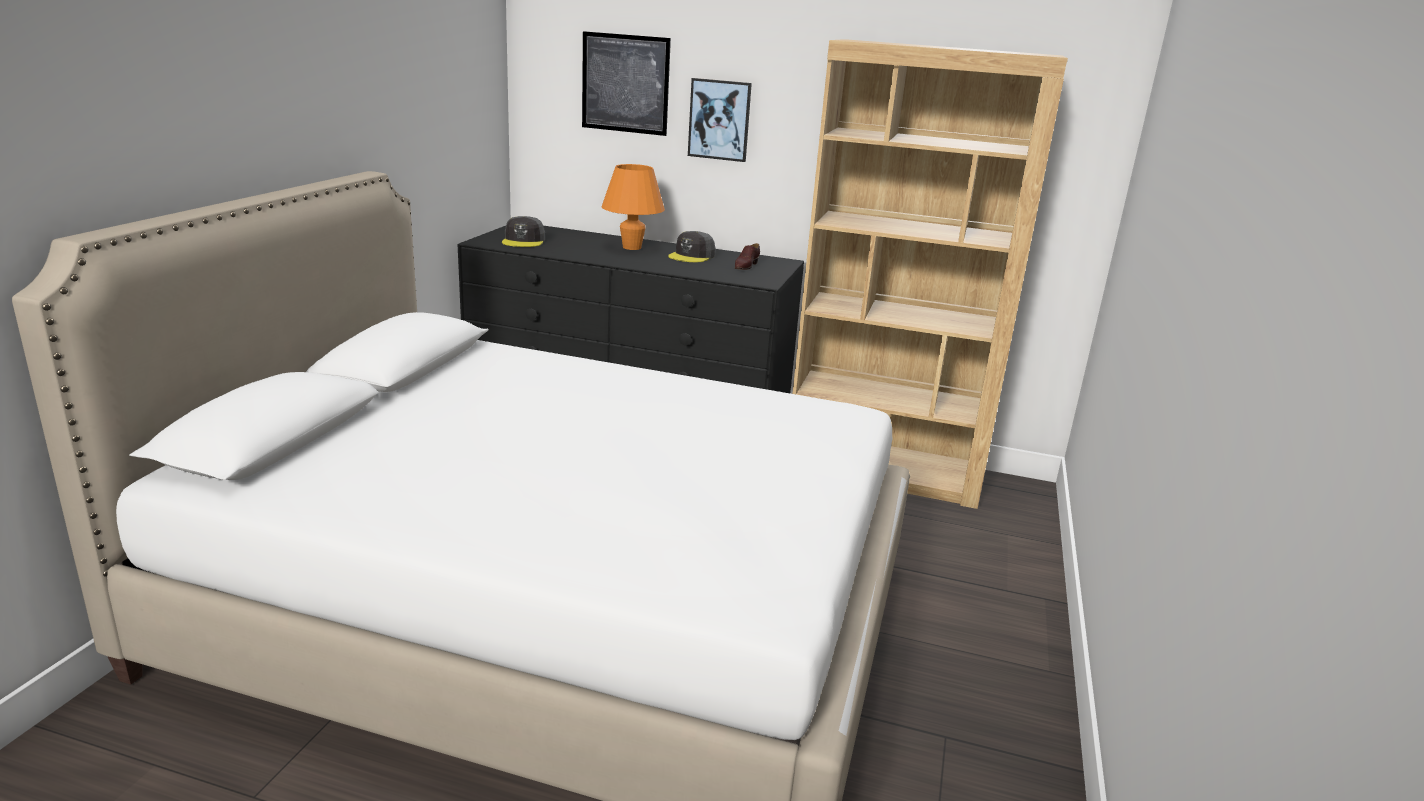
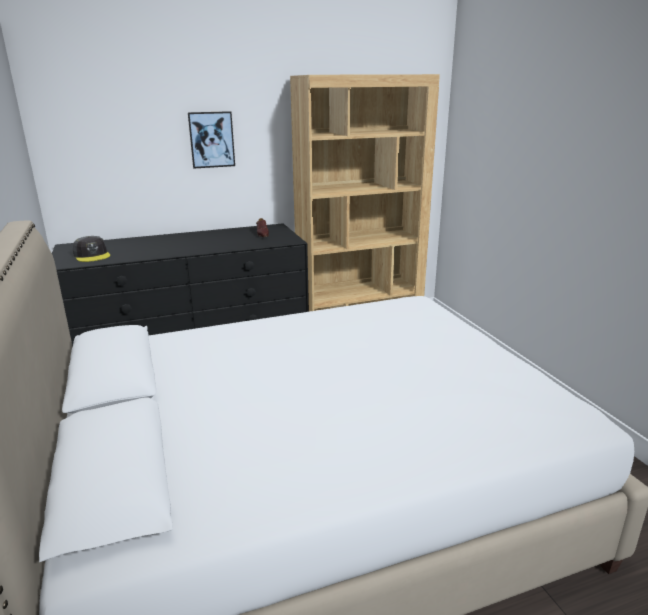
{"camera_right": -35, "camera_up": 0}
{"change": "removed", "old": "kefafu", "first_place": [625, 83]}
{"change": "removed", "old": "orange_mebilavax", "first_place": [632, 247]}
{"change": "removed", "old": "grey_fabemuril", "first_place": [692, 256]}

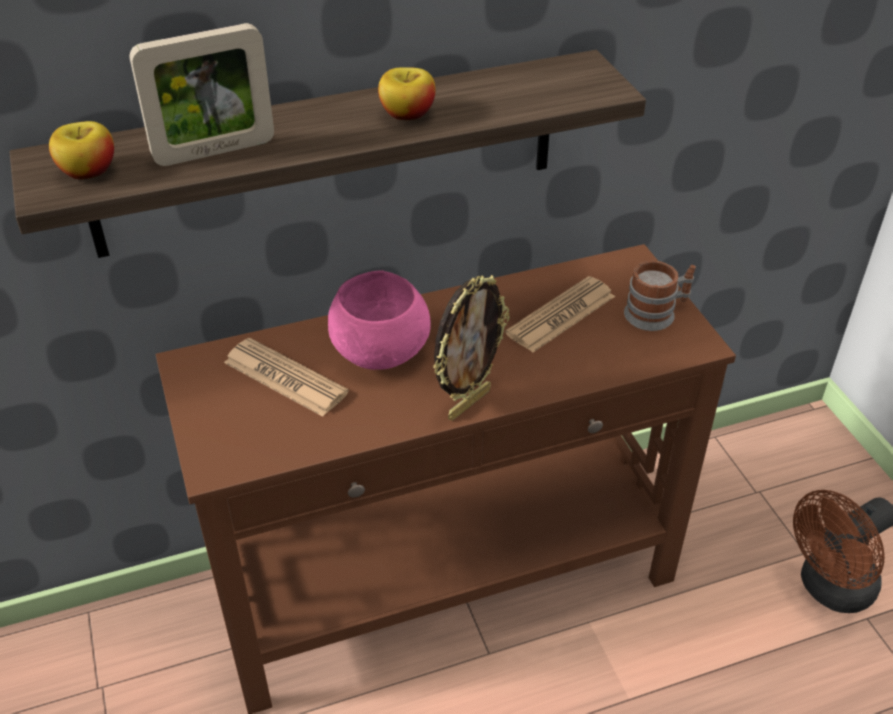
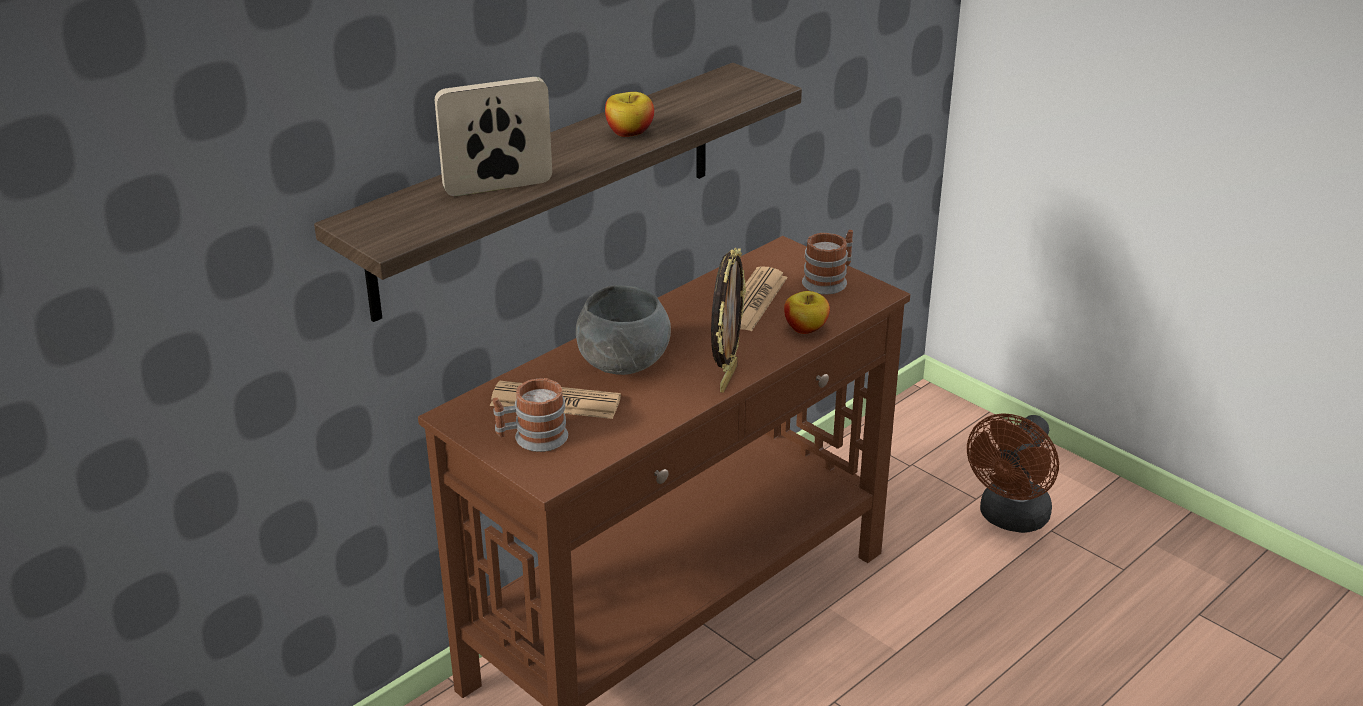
{"camera_right": -25, "camera_up": -10}
{"change": "moved", "old": "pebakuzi", "first_place": [88, 172], "second_place": [805, 328]}
{"change": "turned", "old": "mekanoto", "first_place": [214, 151], "second_place": [498, 187], "degrees": -150}
{"change": "recoloured", "old": "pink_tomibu", "new": "grey_tomibu", "first_place": [379, 352], "second_place": [622, 364]}
{"change": "added", "new": "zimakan", "second_place": [532, 438]}

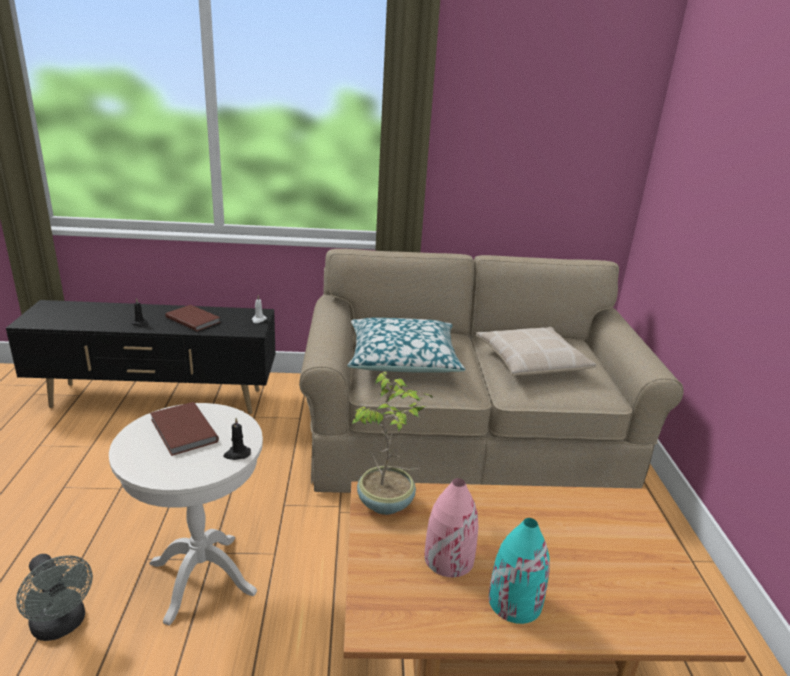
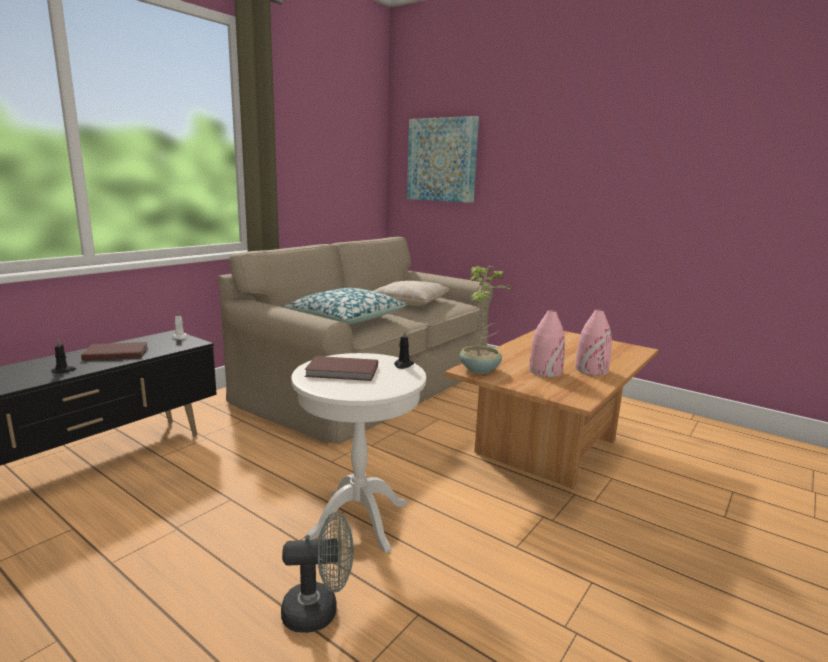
{"camera_right": -50, "camera_up": -10}
{"change": "recoloured", "old": "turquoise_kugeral", "new": "pink_kugeral", "first_place": [515, 601], "second_place": [591, 369]}
{"change": "added", "new": "kefafu", "second_place": [442, 160]}

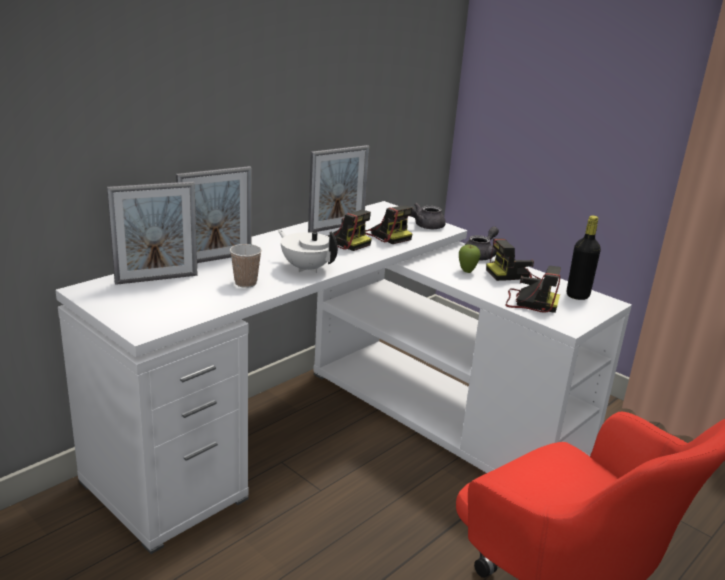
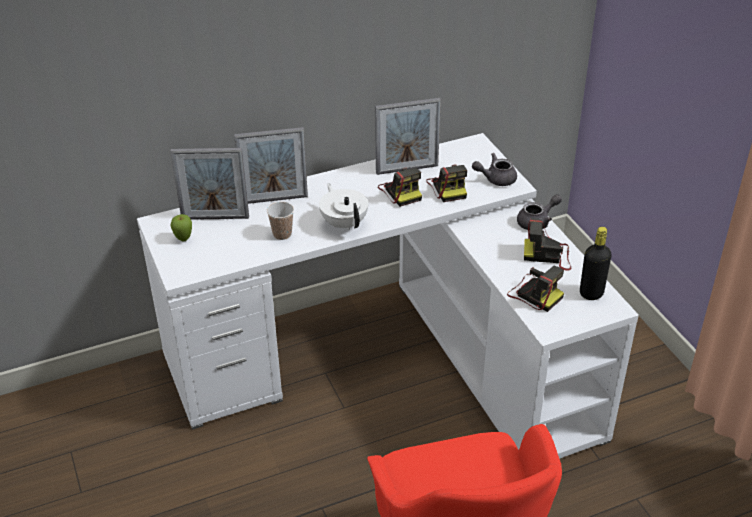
{"camera_right": 25, "camera_up": 15}
{"change": "moved", "old": "pebakuzi", "first_place": [467, 271], "second_place": [183, 239]}

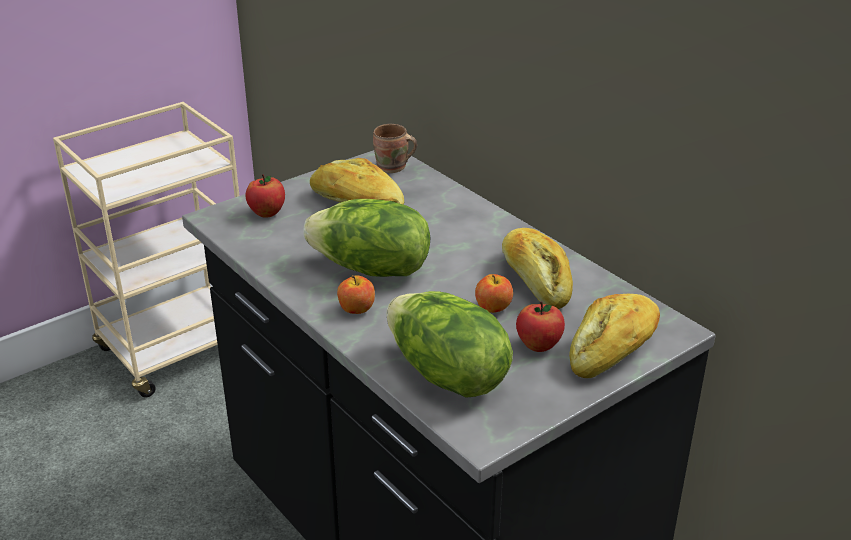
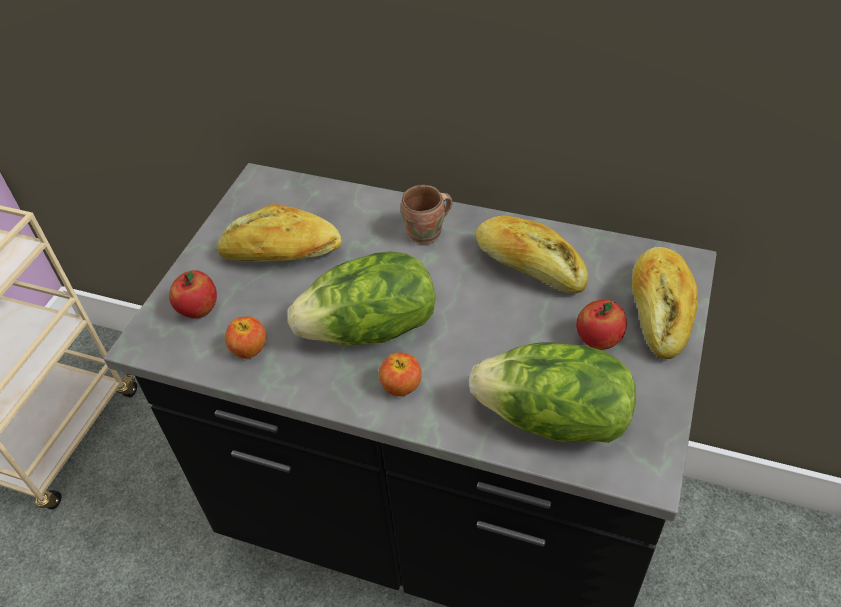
{"camera_right": -30, "camera_up": 15}
{"change": "moved", "old": "brown_zimakan", "first_place": [393, 168], "second_place": [427, 234]}
{"change": "moved", "old": "pebakuzi", "first_place": [493, 307], "second_place": [249, 349]}

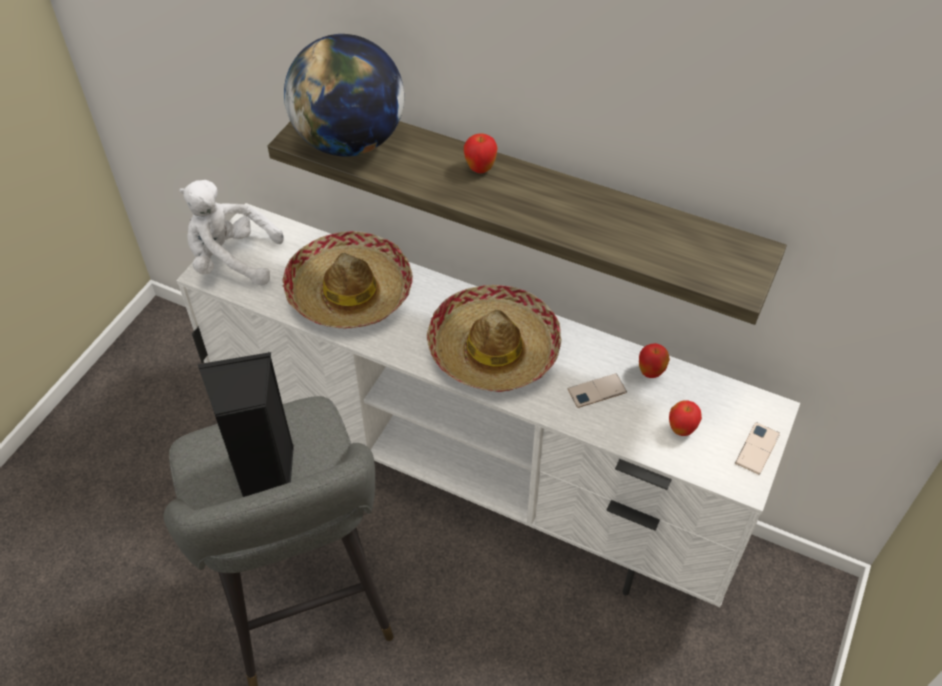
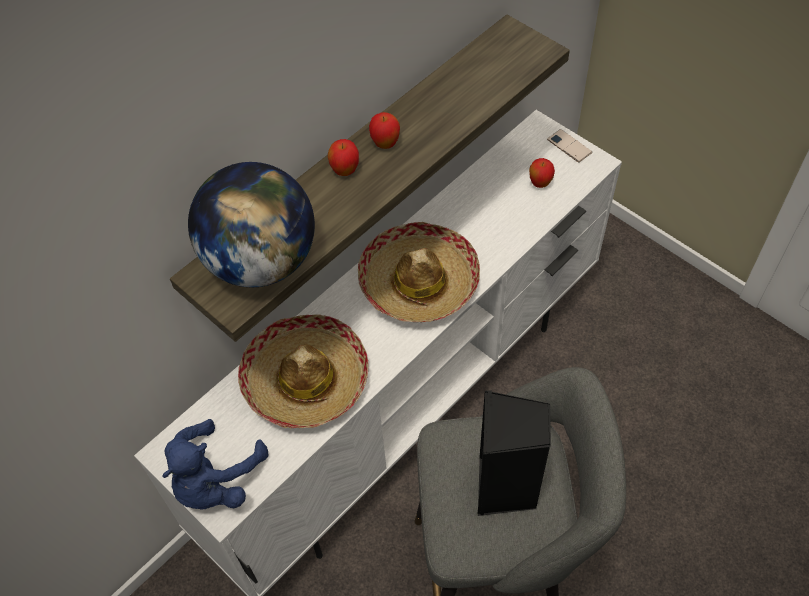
{"camera_right": -70, "camera_up": 5}
{"change": "recoloured", "old": "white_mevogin", "new": "blue_mevogin", "first_place": [231, 260], "second_place": [215, 481]}
{"change": "removed", "old": "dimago", "first_place": [597, 391]}
{"change": "moved", "old": "pebakuzi", "first_place": [650, 372], "second_place": [385, 144]}

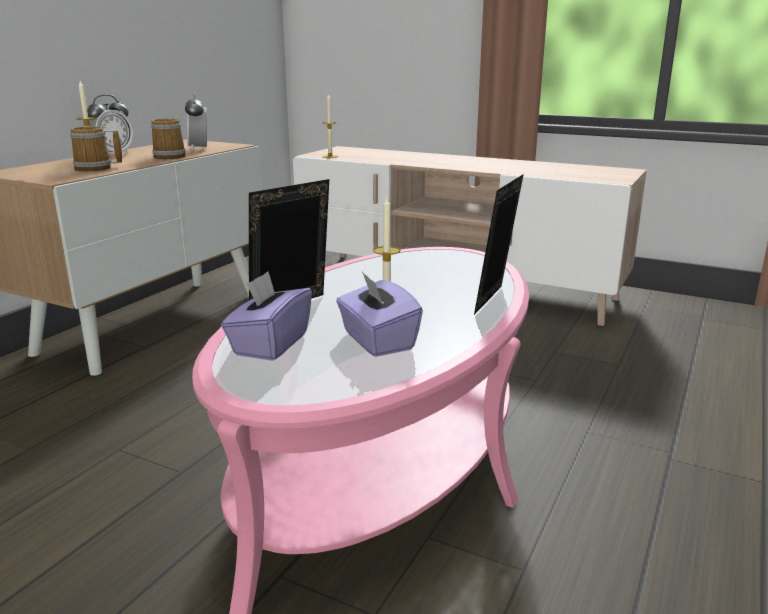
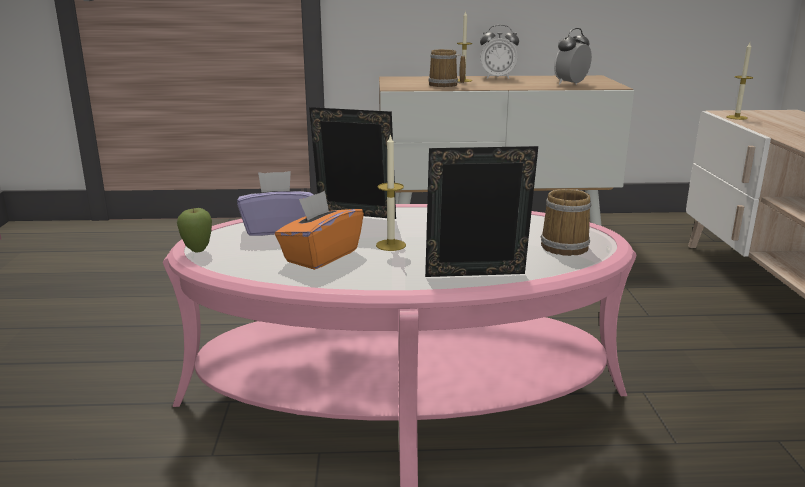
{"camera_right": 60, "camera_up": 0}
{"change": "moved", "old": "zimakan", "first_place": [169, 156], "second_place": [567, 245]}
{"change": "recoloured", "old": "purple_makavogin", "new": "orange_makavogin", "first_place": [377, 341], "second_place": [320, 256]}
{"change": "added", "new": "pebakuzi", "second_place": [197, 250]}

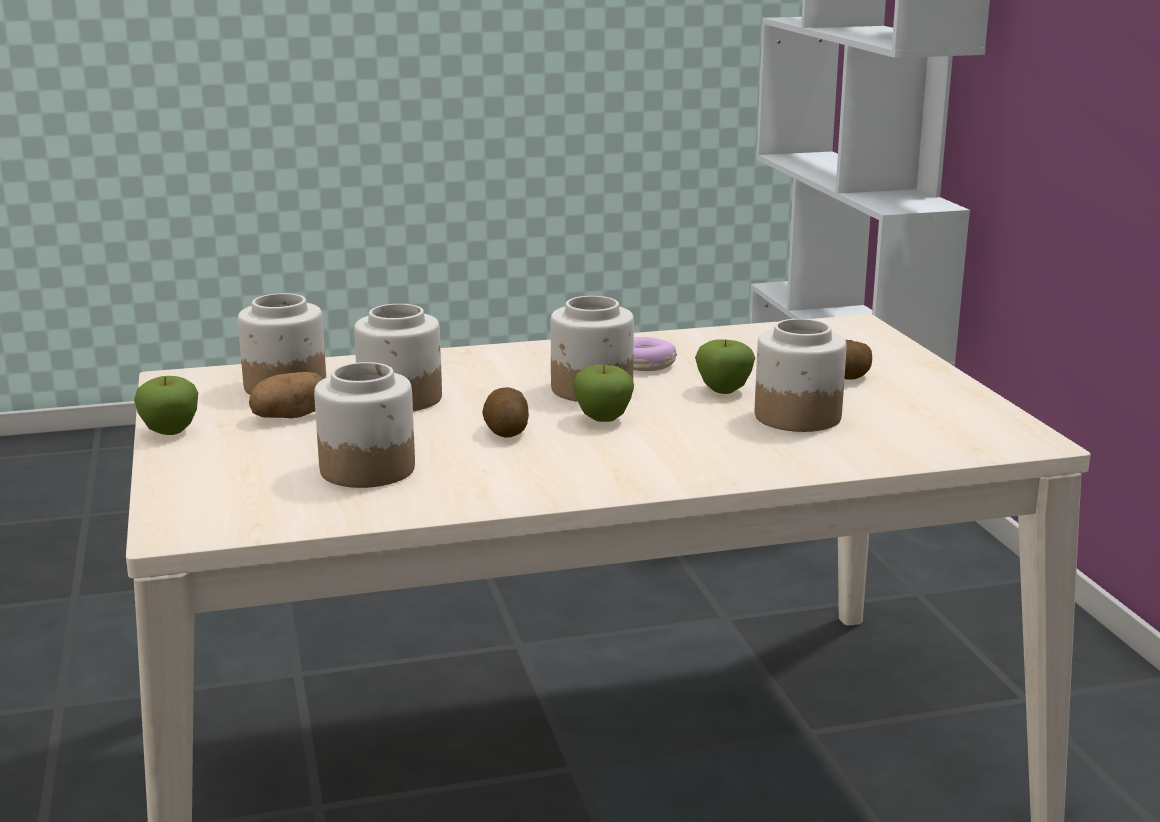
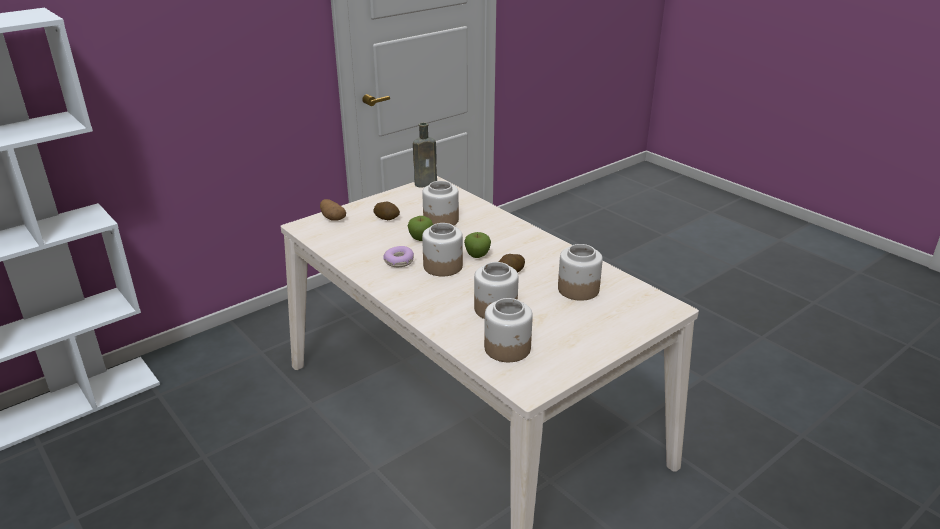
{"camera_right": -115, "camera_up": 10}
{"change": "removed", "old": "pebakuzi", "first_place": [170, 431]}
{"change": "moved", "old": "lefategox", "first_place": [290, 416], "second_place": [332, 218]}
{"change": "added", "new": "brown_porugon", "second_place": [427, 183]}

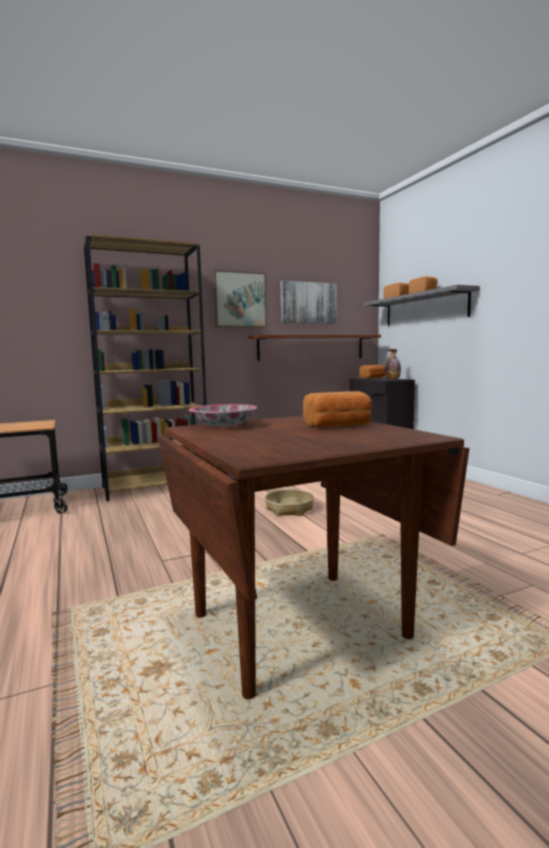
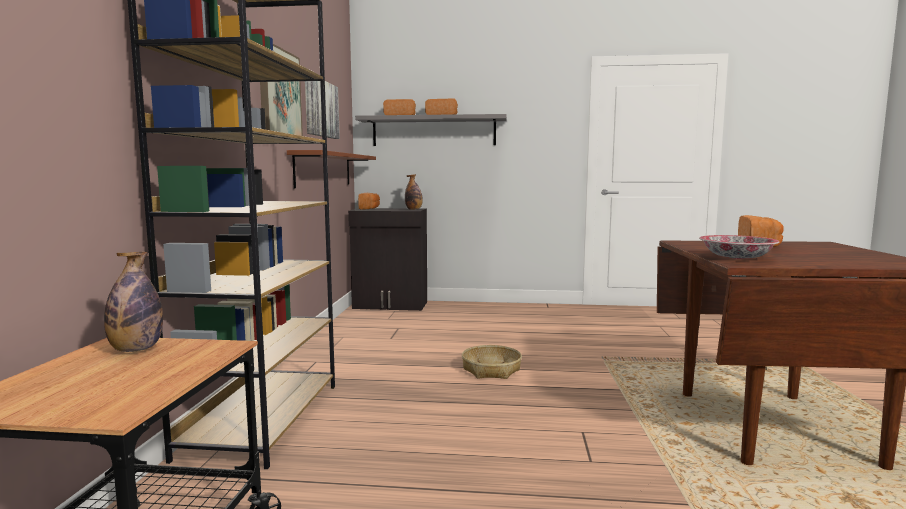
{"camera_right": -60, "camera_up": 0}
{"change": "added", "new": "porugon", "second_place": [136, 349]}

